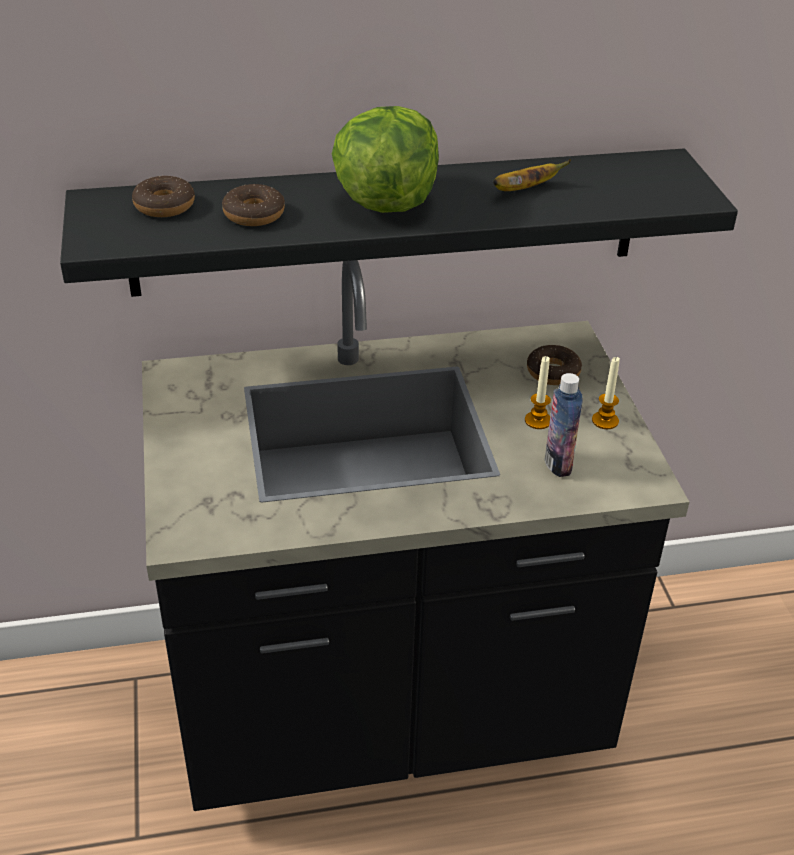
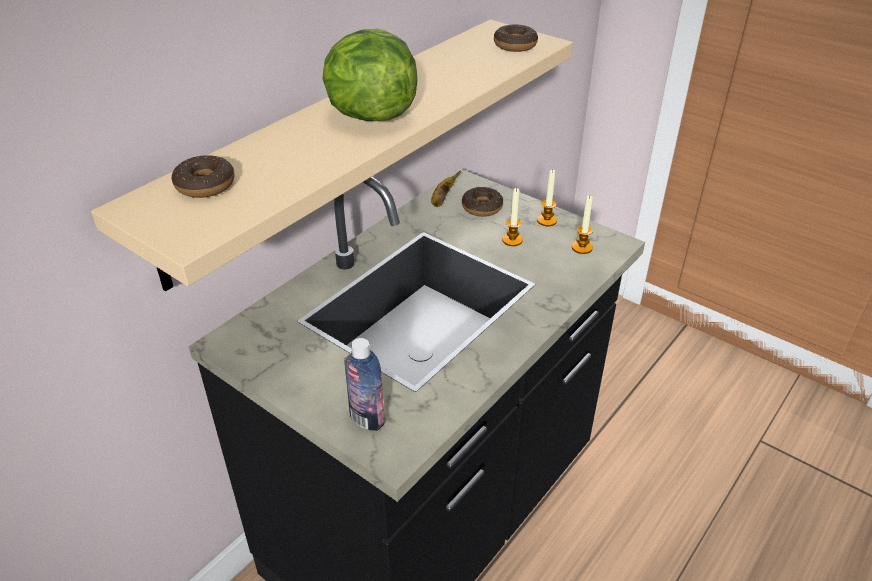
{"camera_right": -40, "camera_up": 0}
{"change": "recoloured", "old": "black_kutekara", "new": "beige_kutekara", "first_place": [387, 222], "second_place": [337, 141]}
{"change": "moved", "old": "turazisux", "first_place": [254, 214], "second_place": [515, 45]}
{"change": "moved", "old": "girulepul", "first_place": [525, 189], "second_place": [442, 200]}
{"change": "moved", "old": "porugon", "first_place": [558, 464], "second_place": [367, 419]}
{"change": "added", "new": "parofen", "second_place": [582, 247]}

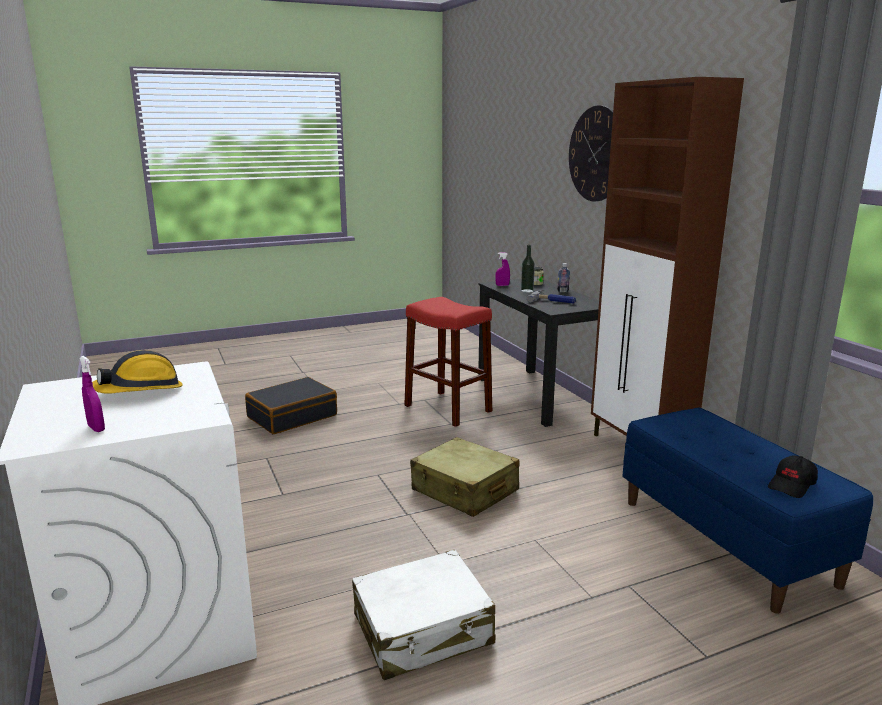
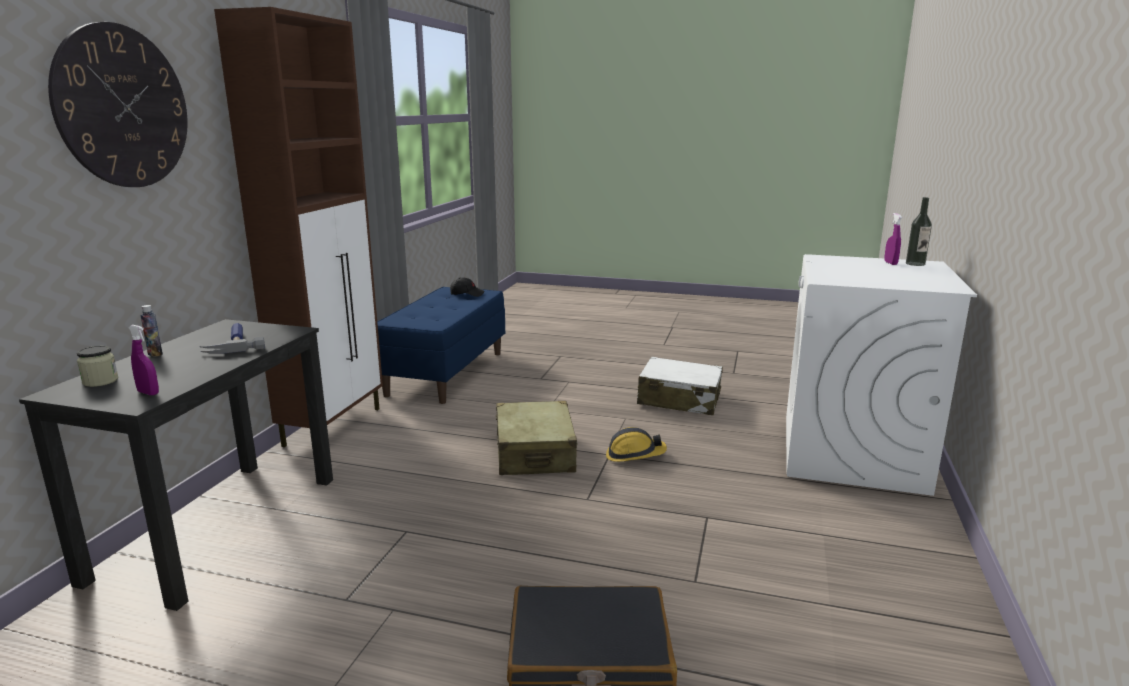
{"camera_right": -140, "camera_up": 0}
{"change": "moved", "old": "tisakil", "first_place": [140, 391], "second_place": [634, 455]}
{"change": "removed", "old": "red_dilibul", "first_place": [447, 408]}
{"change": "moved", "old": "porugon", "first_place": [527, 291], "second_place": [915, 264]}

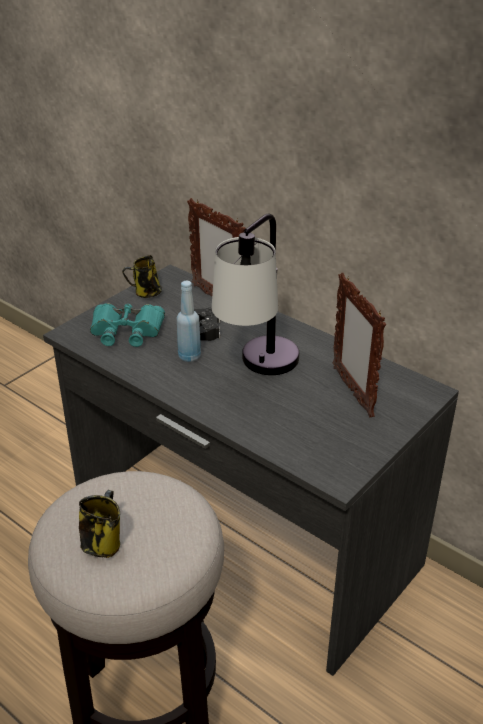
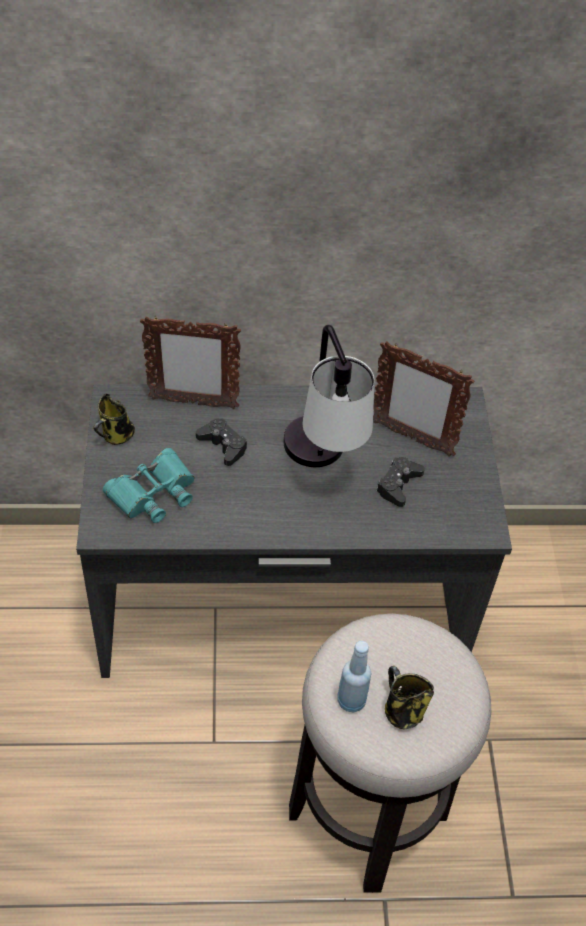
{"camera_right": -45, "camera_up": 15}
{"change": "moved", "old": "blue_porugon", "first_place": [189, 356], "second_place": [351, 700]}
{"change": "added", "new": "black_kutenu", "second_place": [398, 485]}

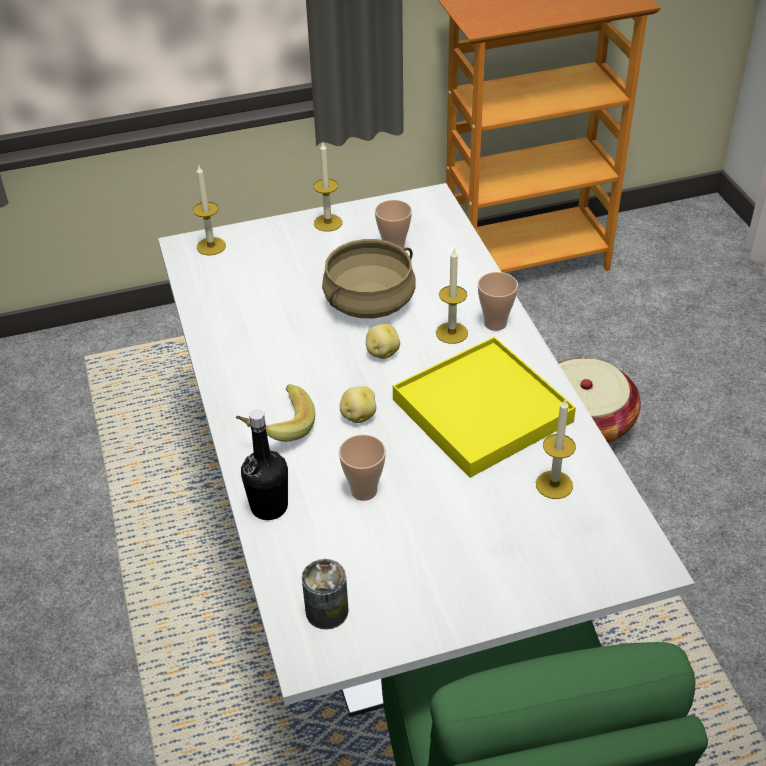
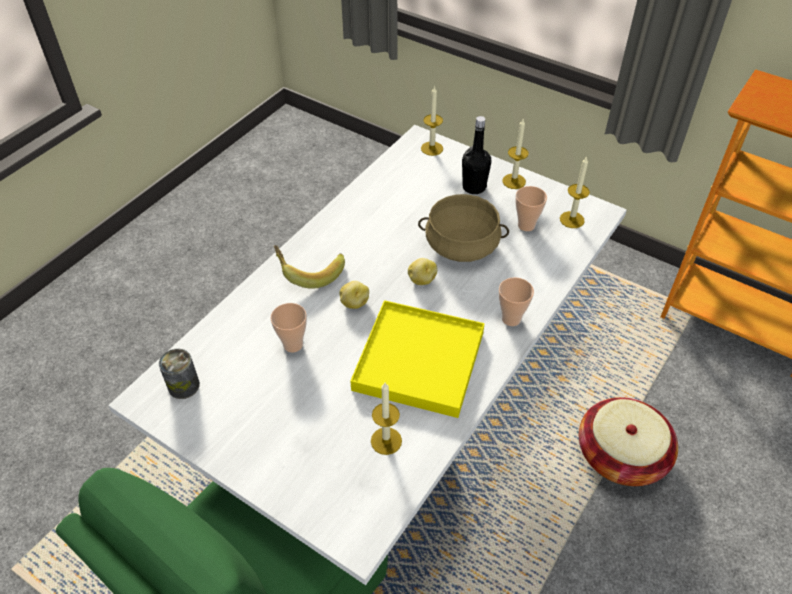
{"camera_right": 50, "camera_up": 5}
{"change": "moved", "old": "black_porugon", "first_place": [269, 507], "second_place": [474, 187]}
{"change": "moved", "old": "parofen", "first_place": [451, 333], "second_place": [572, 219]}

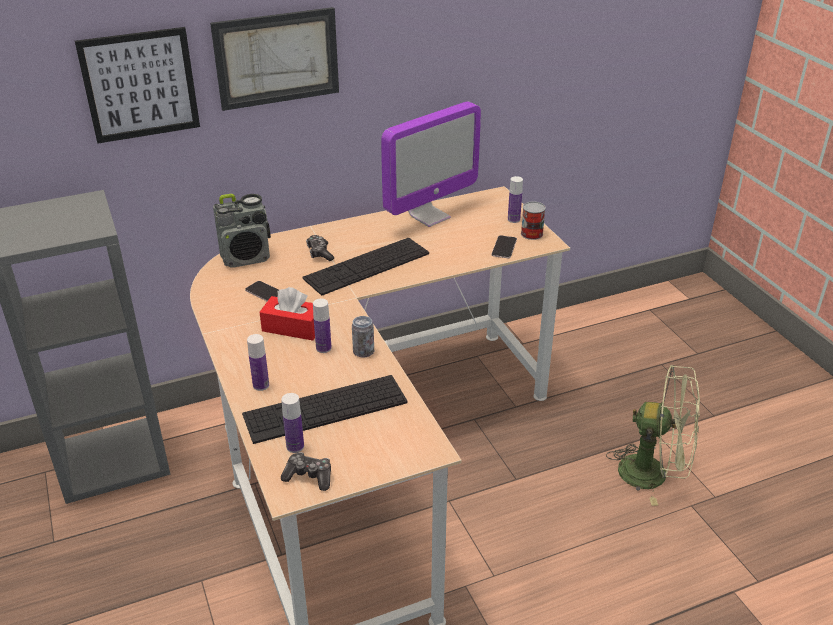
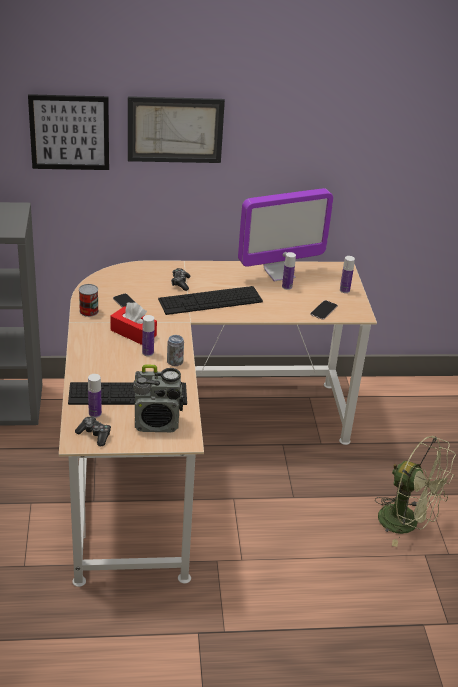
{"camera_right": 15, "camera_up": 0}
{"change": "moved", "old": "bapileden", "first_place": [246, 258], "second_place": [157, 423]}
{"change": "moved", "old": "porugon", "first_place": [261, 385], "second_place": [287, 287]}
{"change": "moved", "old": "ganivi", "first_place": [531, 234], "second_place": [89, 311]}

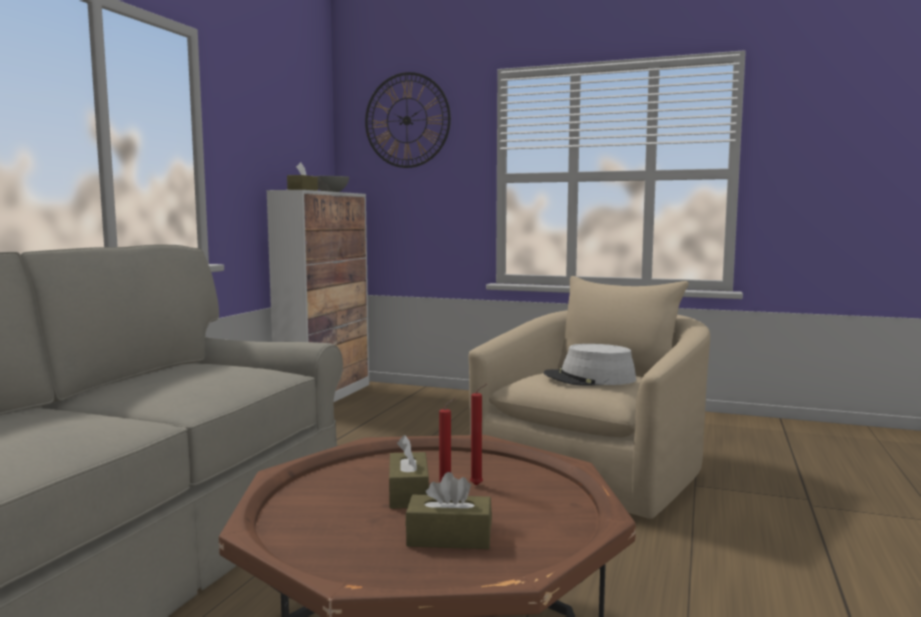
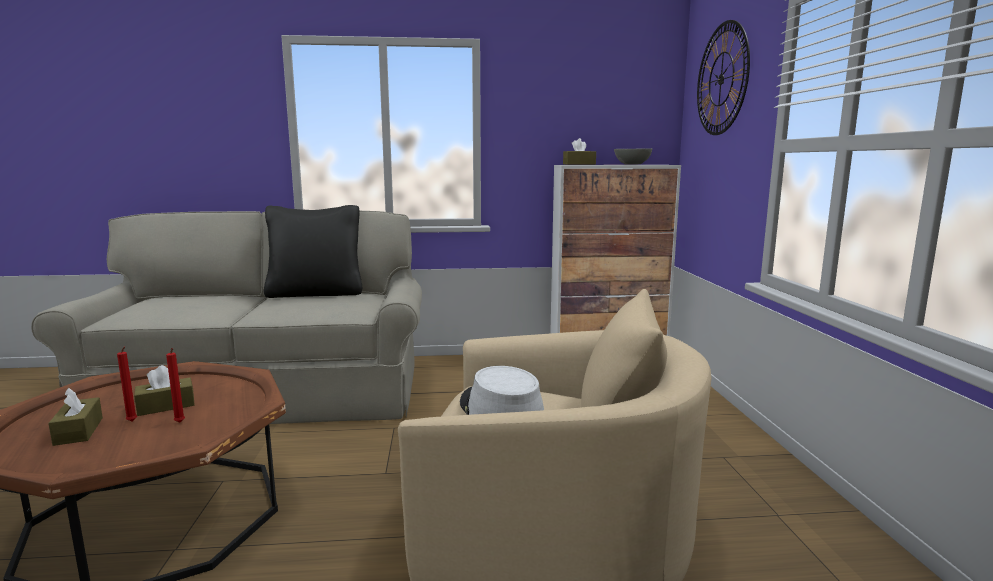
{"camera_right": 65, "camera_up": 5}
{"change": "added", "new": "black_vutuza", "second_place": [316, 293]}

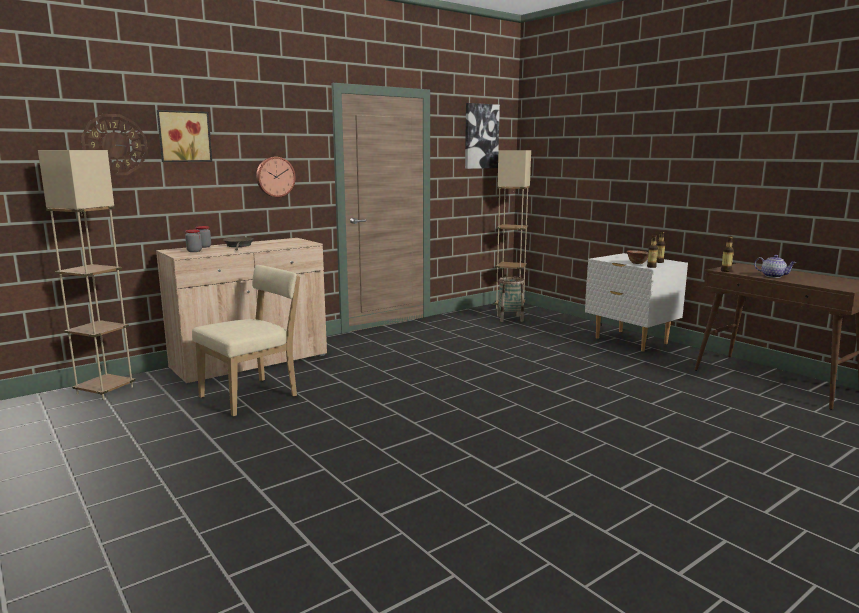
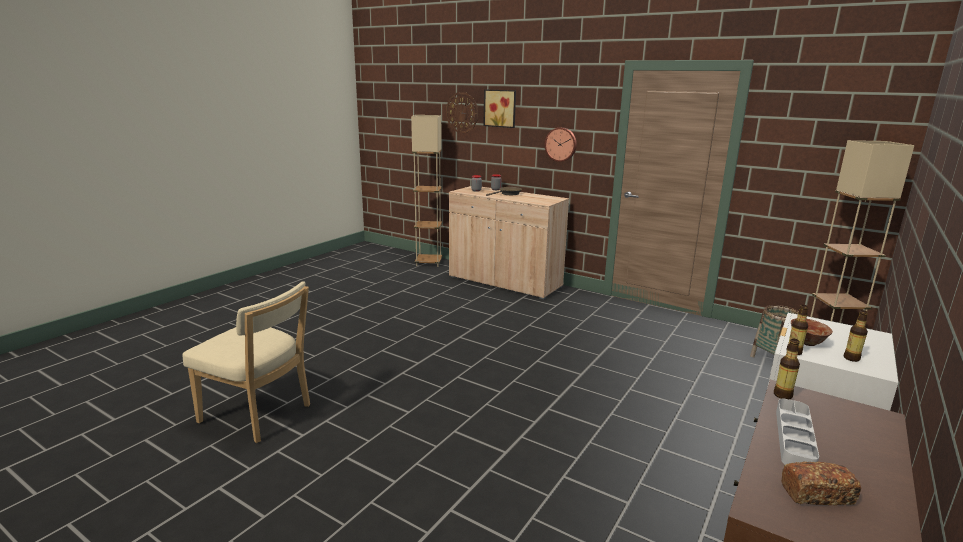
{"camera_right": 70, "camera_up": 5}
{"change": "moved", "old": "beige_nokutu", "first_place": [253, 395], "second_place": [259, 415]}
{"change": "removed", "old": "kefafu", "first_place": [481, 136]}
{"change": "replaced", "old": "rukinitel", "new": "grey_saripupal", "first_place": [773, 276], "second_place": [794, 438]}
{"change": "added", "new": "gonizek", "second_place": [816, 494]}

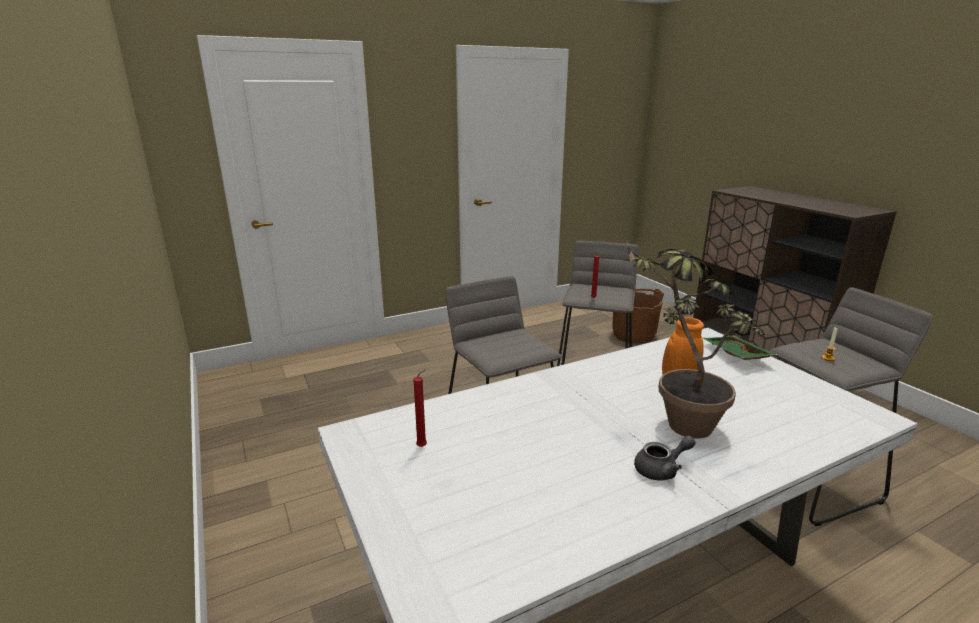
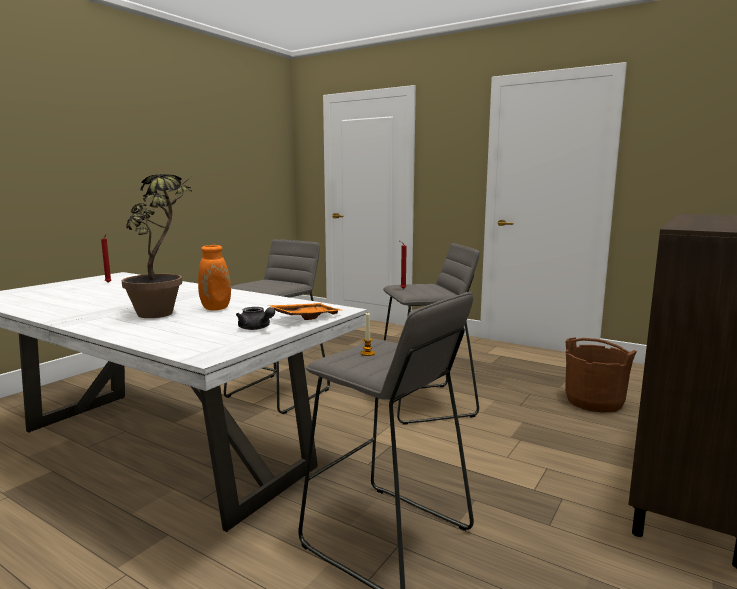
{"camera_right": 60, "camera_up": -10}
{"change": "moved", "old": "grey_rukinitel", "first_place": [661, 469], "second_place": [256, 328]}
{"change": "recoloured", "old": "green_saripupal", "new": "orange_saripupal", "first_place": [735, 355], "second_place": [305, 317]}

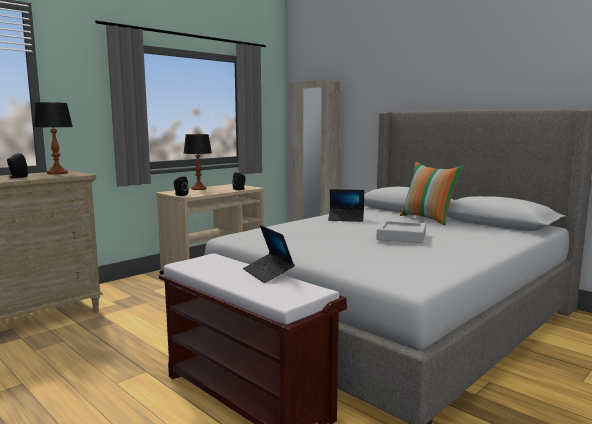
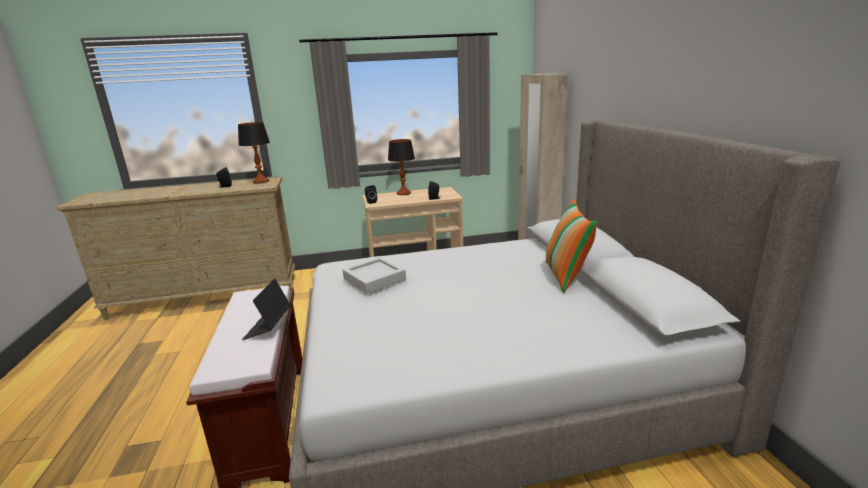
{"camera_right": 35, "camera_up": 10}
{"change": "removed", "old": "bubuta", "first_place": [346, 219]}
{"change": "moved", "old": "grey_saripupal", "first_place": [401, 236], "second_place": [374, 279]}

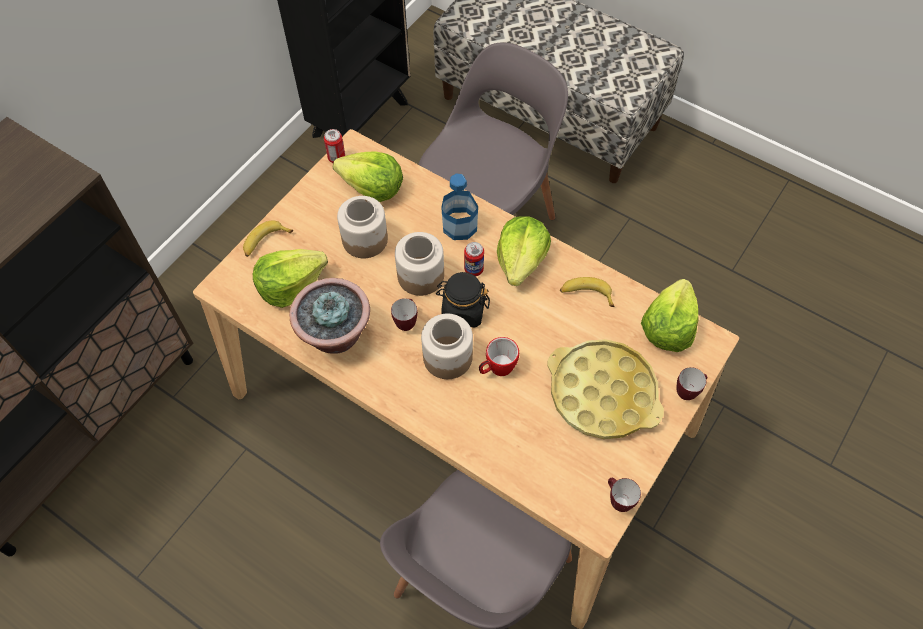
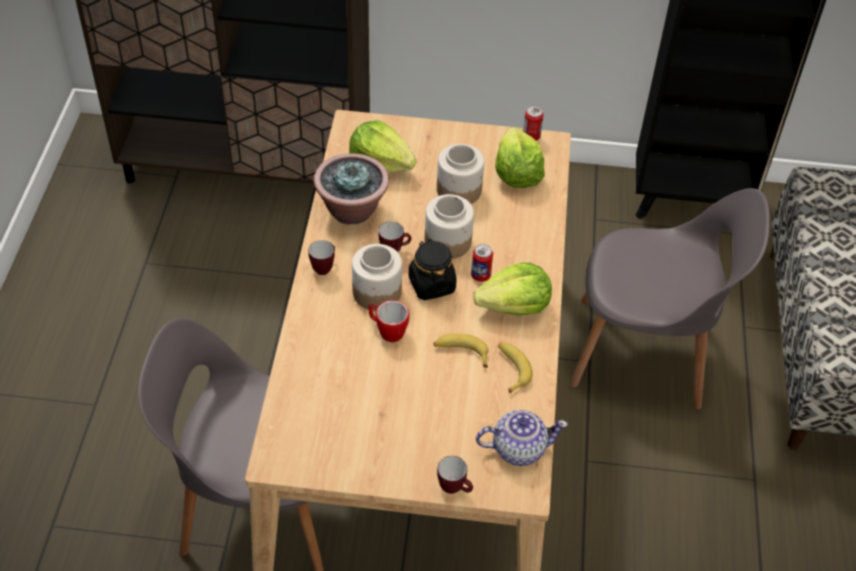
{"camera_right": 60, "camera_up": -10}
{"change": "moved", "old": "girulepul", "first_place": [265, 242], "second_place": [461, 352]}
{"change": "removed", "old": "porugon", "first_place": [459, 226]}
{"change": "removed", "old": "yellow_saripupal", "first_place": [602, 393]}
{"change": "moved", "old": "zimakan", "first_place": [617, 500], "second_place": [324, 268]}
{"change": "replaced", "old": "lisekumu", "new": "rukinitel", "first_place": [667, 327], "second_place": [518, 448]}

